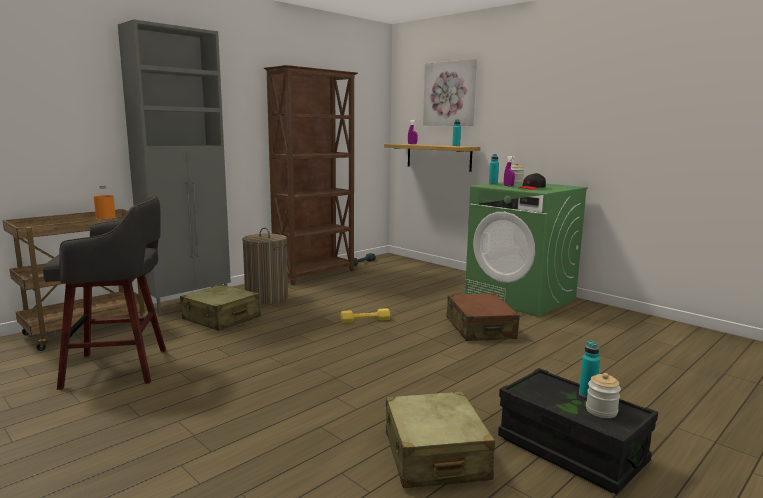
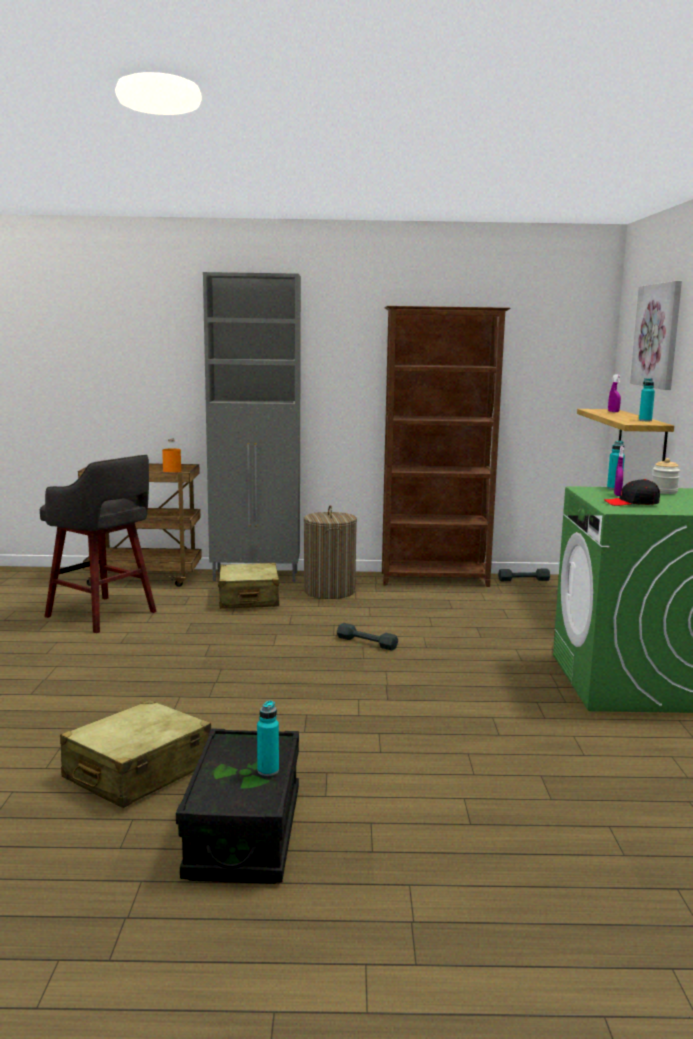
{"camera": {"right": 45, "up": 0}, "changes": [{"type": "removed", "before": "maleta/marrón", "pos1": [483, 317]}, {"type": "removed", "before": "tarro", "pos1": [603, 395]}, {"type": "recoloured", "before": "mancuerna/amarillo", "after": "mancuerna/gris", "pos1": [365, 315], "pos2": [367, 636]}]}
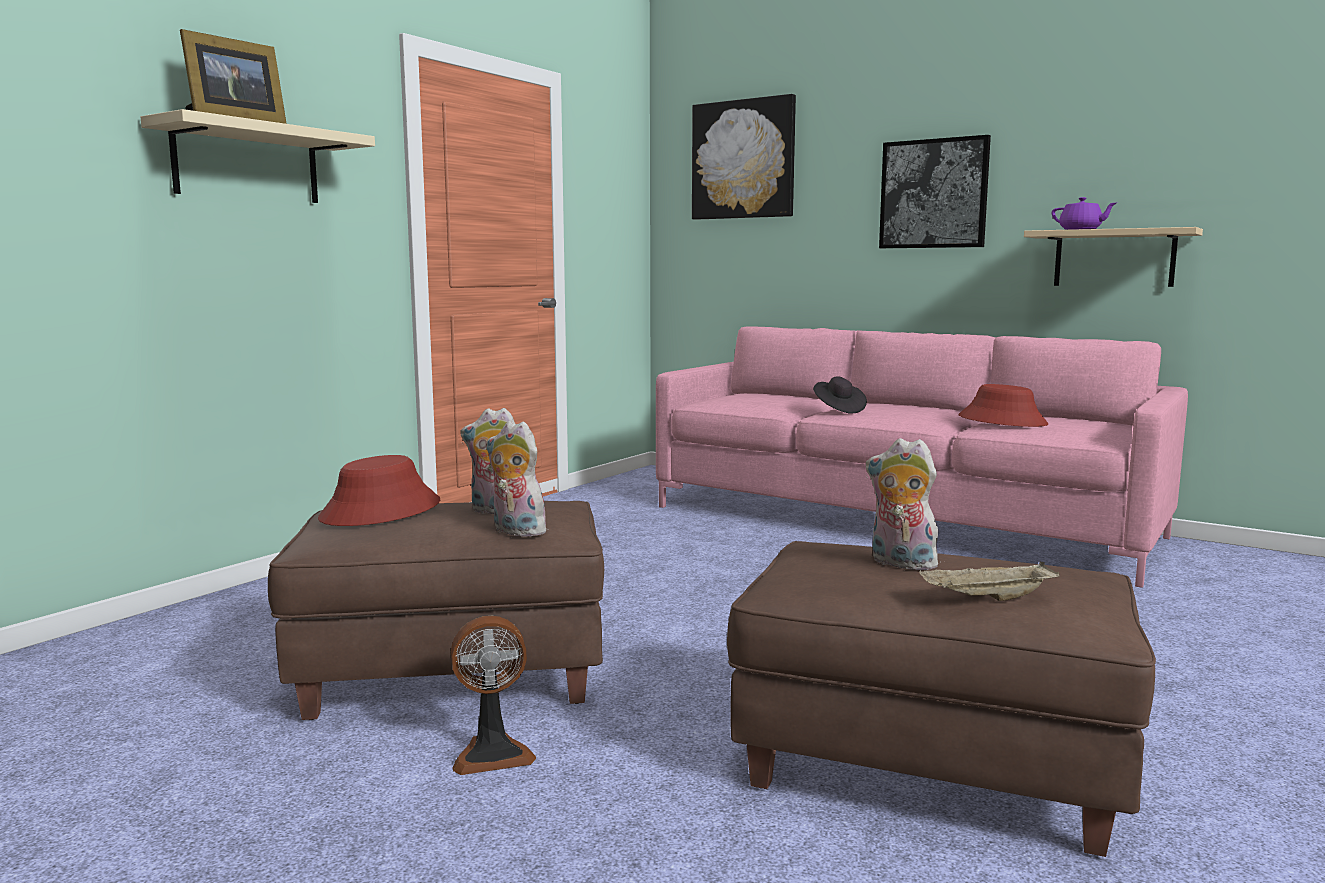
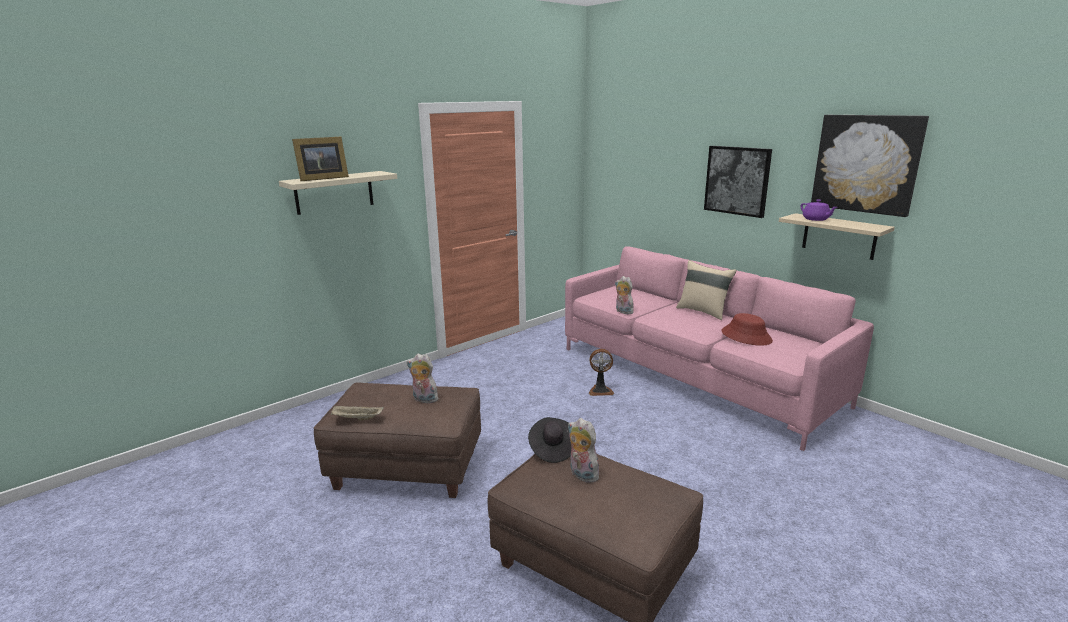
{"camera": {"right": 15, "up": 10}, "changes": [{"type": "removed", "before": "sombrero/rojo", "pos1": [379, 490]}, {"type": "added", "after": "cojín/beis", "pos2": [706, 290]}, {"type": "moved", "before": "ventilador", "pos1": [493, 695], "pos2": [601, 372]}, {"type": "moved", "before": "peluche", "pos1": [519, 479], "pos2": [624, 295]}, {"type": "moved", "before": "cuadro", "pos1": [744, 157], "pos2": [870, 166]}, {"type": "moved", "before": "sombrero/negro", "pos1": [840, 395], "pos2": [549, 440]}, {"type": "moved", "before": "bandeja/beis", "pos1": [989, 581], "pos2": [357, 413]}]}
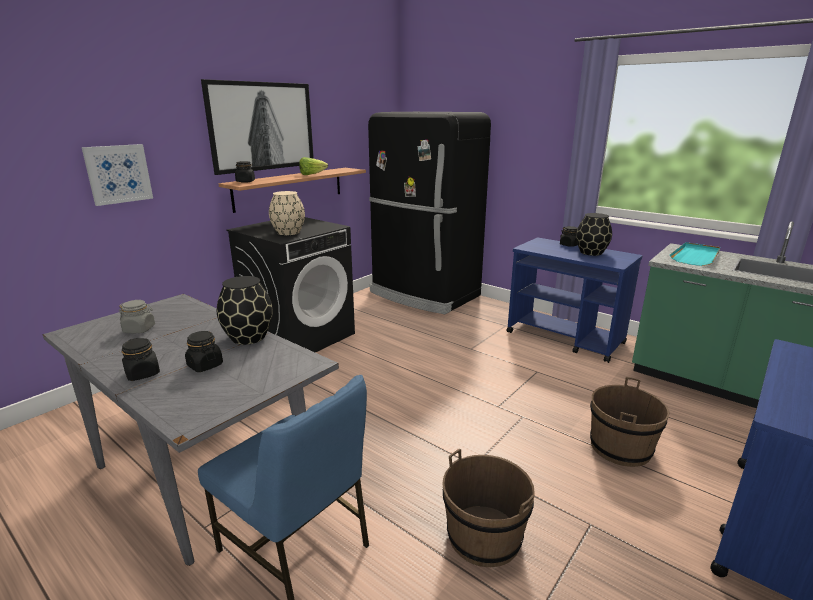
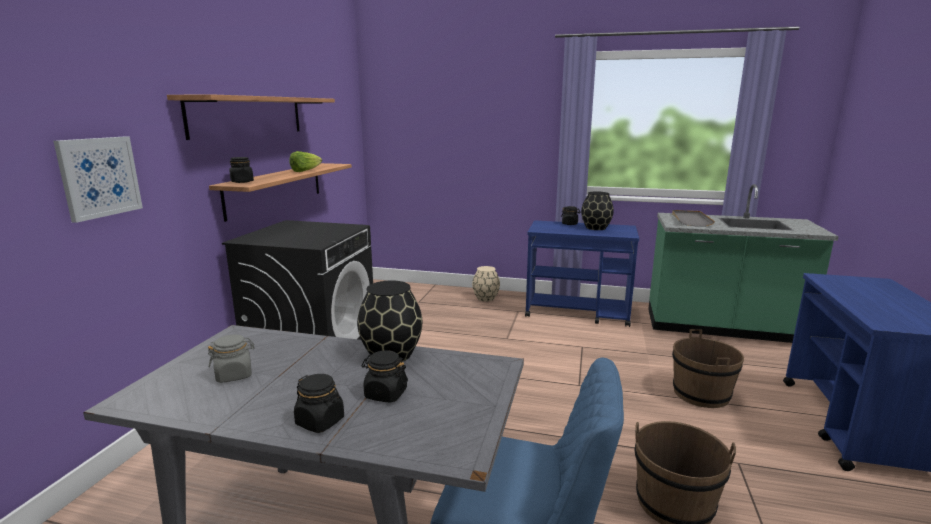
{"camera": {"right": -25, "up": -5}, "changes": [{"type": "removed", "before": "nevera/negro", "pos1": [429, 213]}, {"type": "moved", "before": "florero/beis", "pos1": [287, 213], "pos2": [486, 283]}, {"type": "replaced", "before": "cuadro", "after": "estante", "pos1": [257, 127], "pos2": [251, 117]}, {"type": "recoloured", "before": "bandeja/turquesa", "after": "bandeja/gris", "pos1": [695, 254], "pos2": [693, 218]}]}
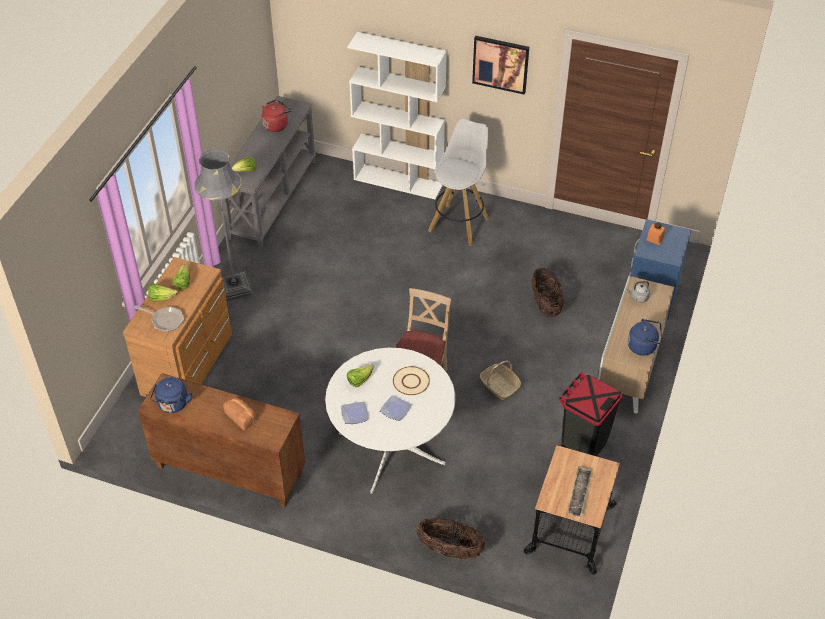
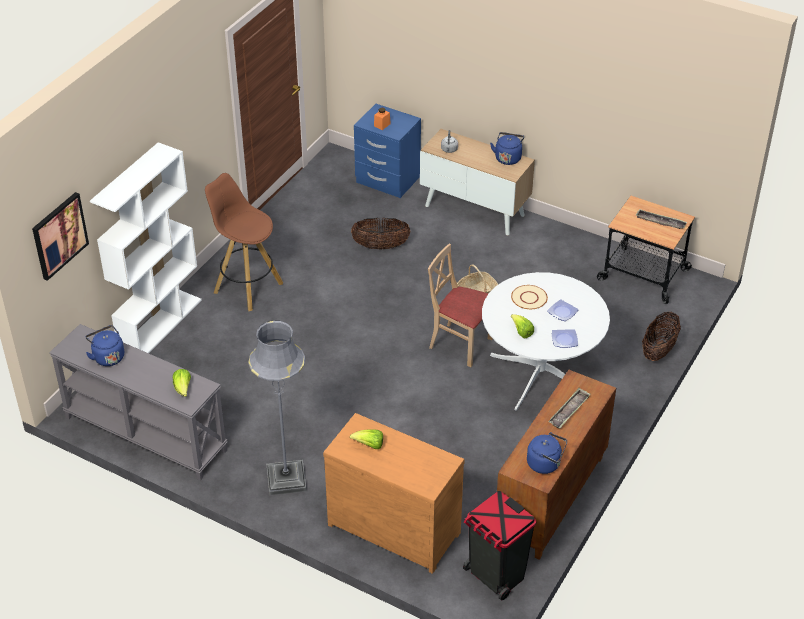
{"camera": {"right": -80, "up": -5}, "changes": [{"type": "removed", "before": "sartén", "pos1": [159, 318]}, {"type": "removed", "before": "lechuga", "pos1": [163, 292]}, {"type": "moved", "before": "cuadro", "pos1": [500, 65], "pos2": [60, 236]}, {"type": "moved", "before": "papelera/negro", "pos1": [590, 414], "pos2": [500, 545]}, {"type": "replaced", "before": "pan", "after": "bandeja", "pos1": [239, 414], "pos2": [569, 408]}, {"type": "recoloured", "before": "hervidor/rojo", "after": "hervidor/azul", "pos1": [277, 116], "pos2": [105, 345]}, {"type": "recoloured", "before": "taburete/blanco", "after": "taburete/marrón", "pos1": [458, 182], "pos2": [244, 242]}]}
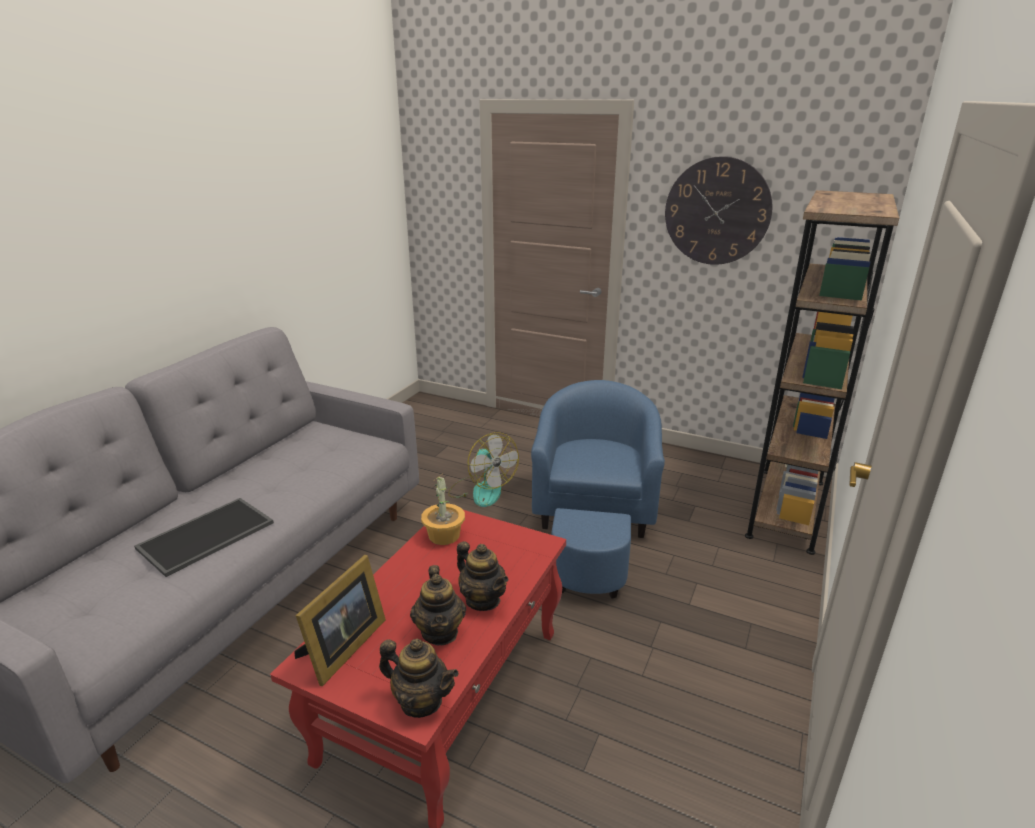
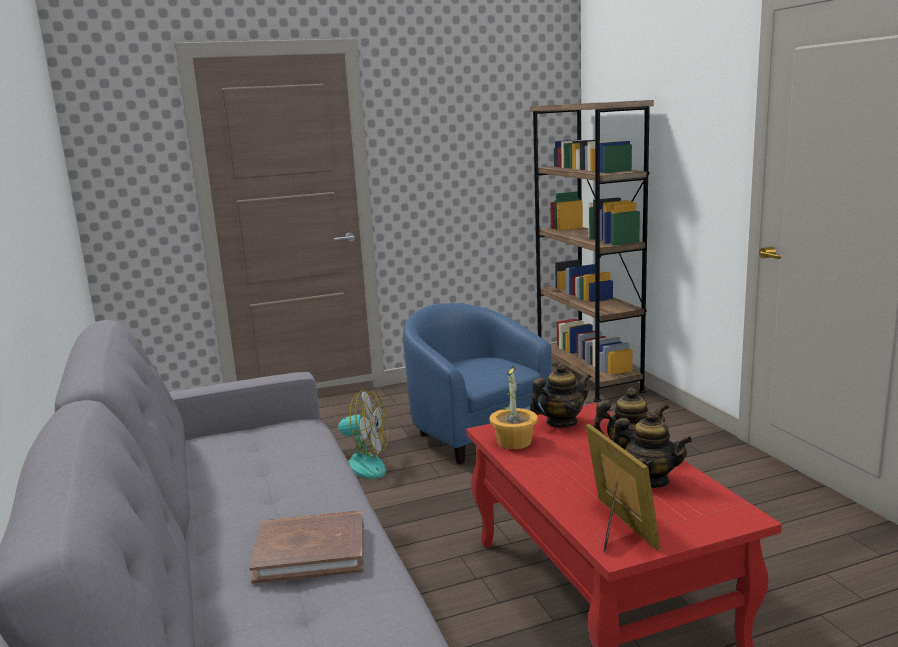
{"camera": {"right": -45, "up": -10}, "changes": [{"type": "removed", "before": "reloj de pared", "pos1": [719, 210]}, {"type": "moved", "before": "tetera", "pos1": [419, 678], "pos2": [560, 395]}, {"type": "replaced", "before": "bandeja", "after": "libro/marrón", "pos1": [204, 537], "pos2": [306, 547]}]}
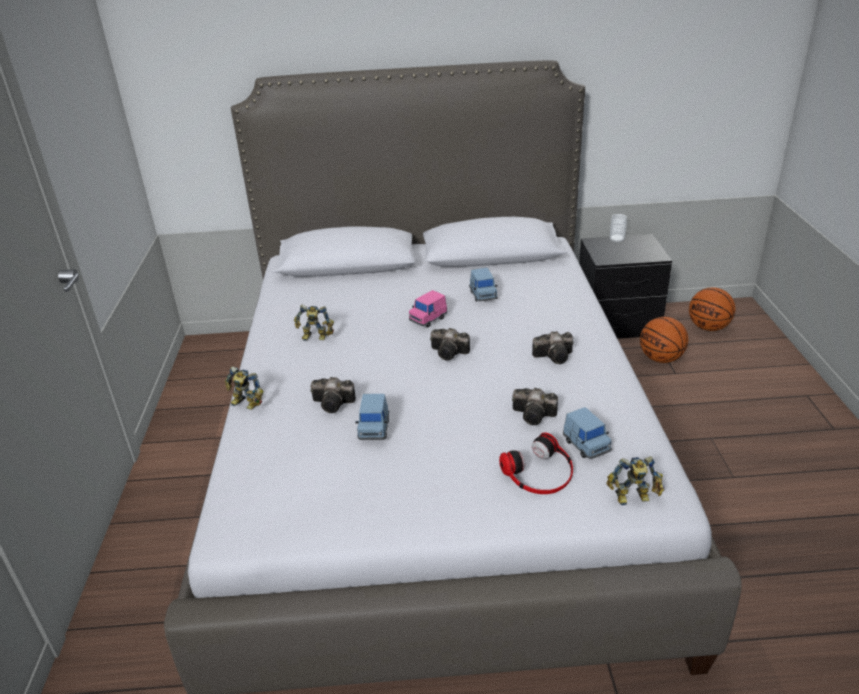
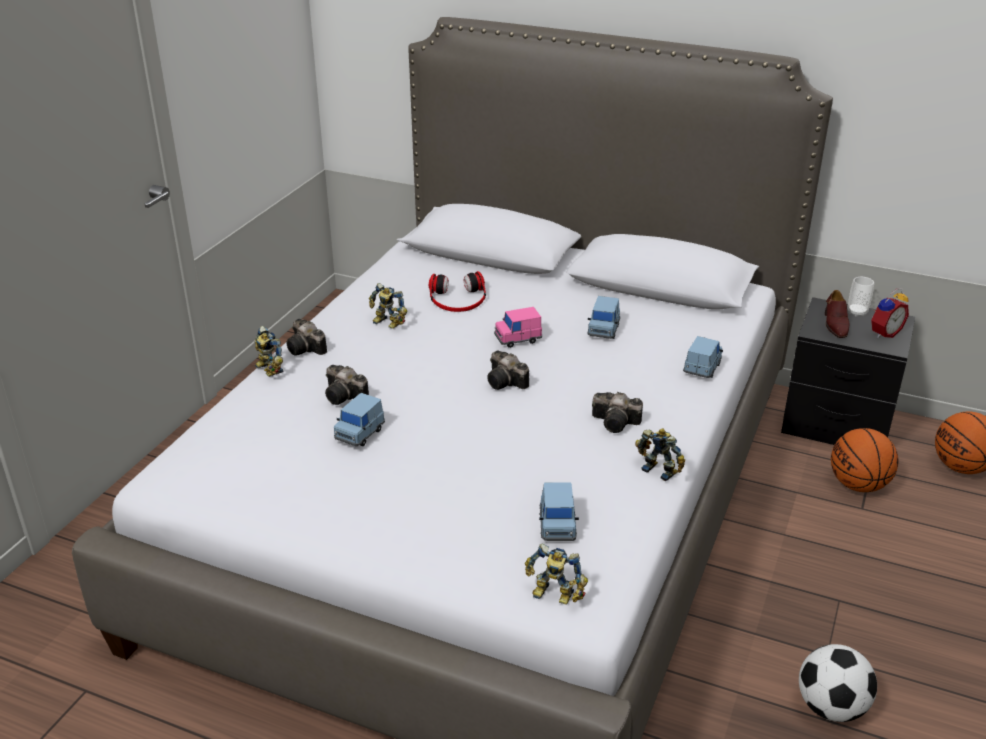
{"camera": {"right": 25, "up": 0}, "changes": [{"type": "added", "after": "robot de juguete", "pos2": [660, 454]}, {"type": "added", "after": "coche de juguete/azul", "pos2": [703, 357]}, {"type": "added", "after": "balón de fútbol", "pos2": [838, 683]}, {"type": "added", "after": "zapato/marrón", "pos2": [837, 314]}, {"type": "added", "after": "despertador", "pos2": [890, 313]}, {"type": "moved", "before": "auriculares", "pos1": [536, 463], "pos2": [457, 291]}, {"type": "moved", "before": "cámara", "pos1": [535, 406], "pos2": [306, 337]}]}
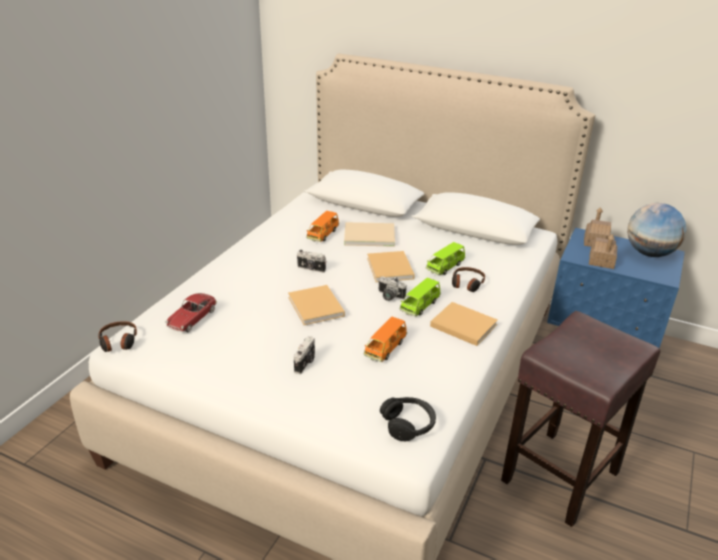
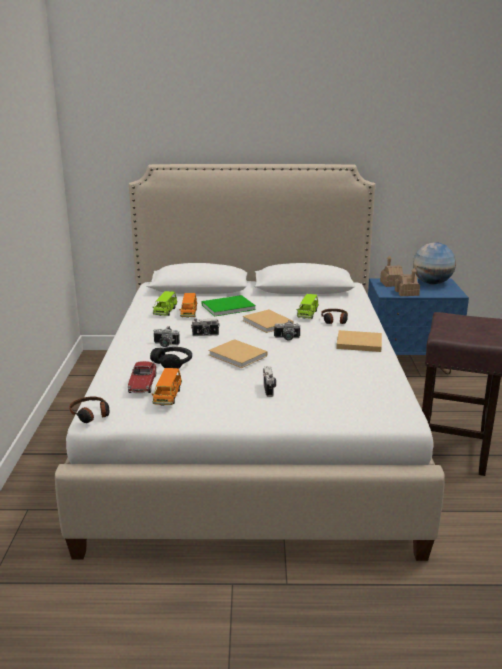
{"camera": {"right": -25, "up": -10}, "changes": [{"type": "added", "after": "cámara", "pos2": [166, 336]}, {"type": "moved", "before": "coche de juguete/naranja", "pos1": [385, 339], "pos2": [167, 387]}, {"type": "moved", "before": "auriculares/negro", "pos1": [408, 419], "pos2": [171, 358]}, {"type": "moved", "before": "coche de juguete/verde", "pos1": [420, 297], "pos2": [165, 303]}, {"type": "recoloured", "before": "libro/beis", "after": "libro/verde", "pos1": [369, 234], "pos2": [228, 306]}]}
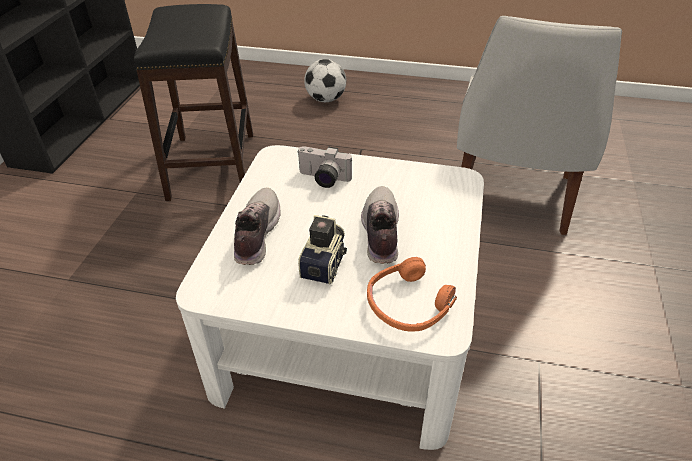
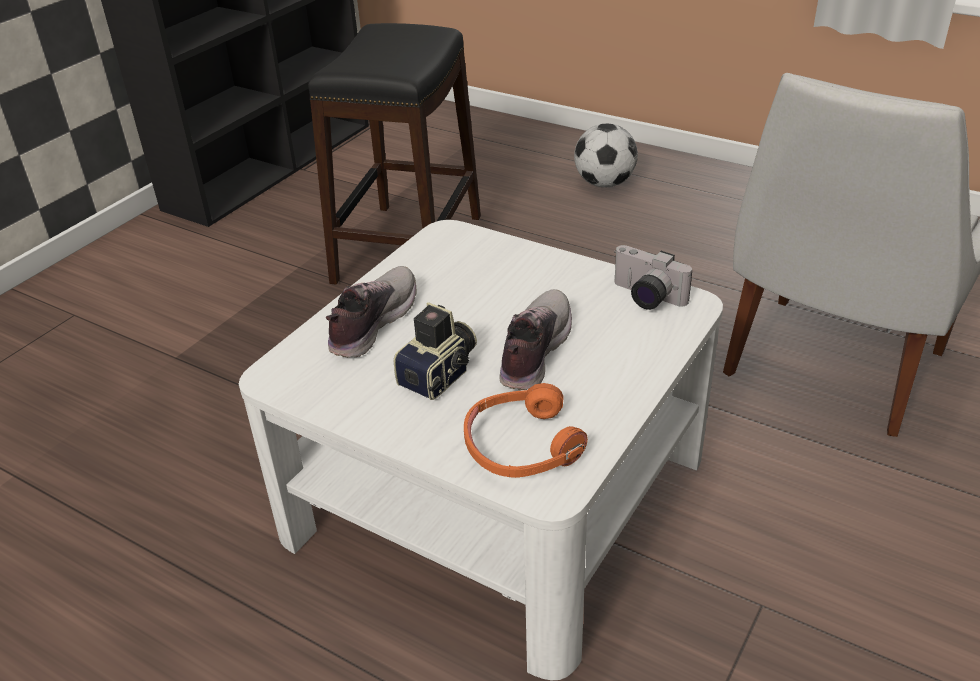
{"camera": {"right": 20, "up": -5}, "changes": [{"type": "moved", "before": "cámara", "pos1": [324, 167], "pos2": [653, 277]}]}
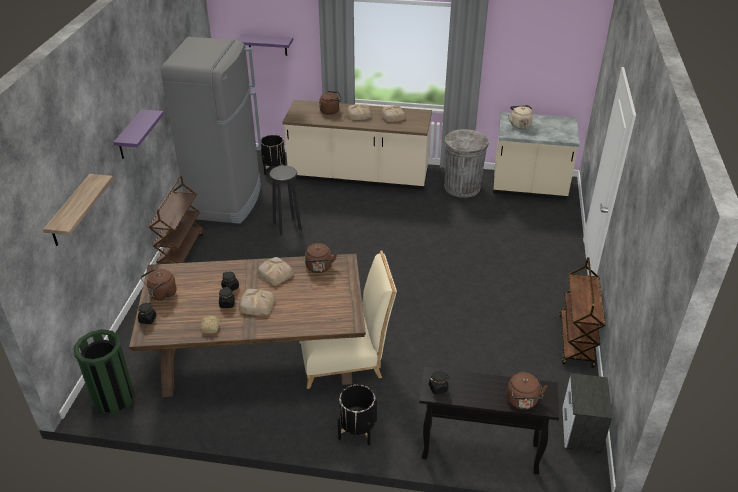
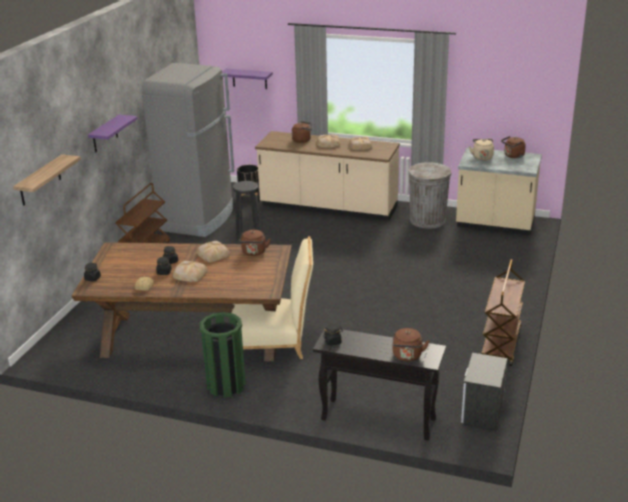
{"camera": {"right": 10, "up": -10}, "changes": [{"type": "removed", "before": "maceta/negro", "pos1": [357, 415]}, {"type": "moved", "before": "papelera/verde", "pos1": [104, 372], "pos2": [223, 355]}, {"type": "moved", "before": "hervidor/marrón", "pos1": [159, 285], "pos2": [513, 147]}]}
